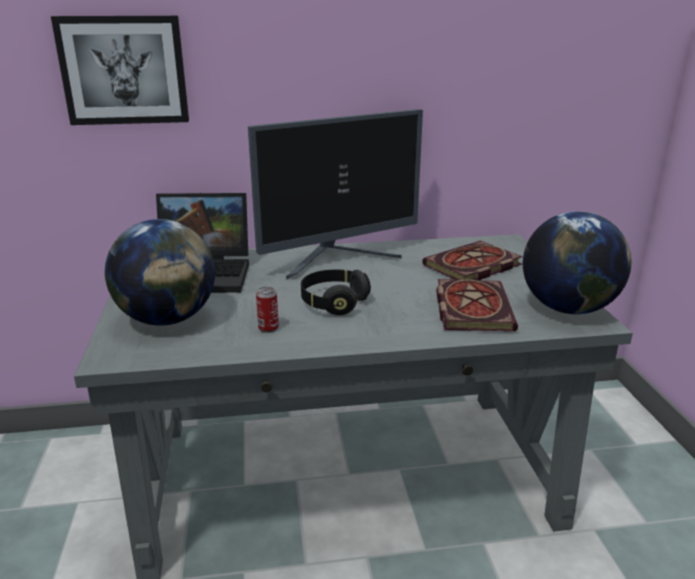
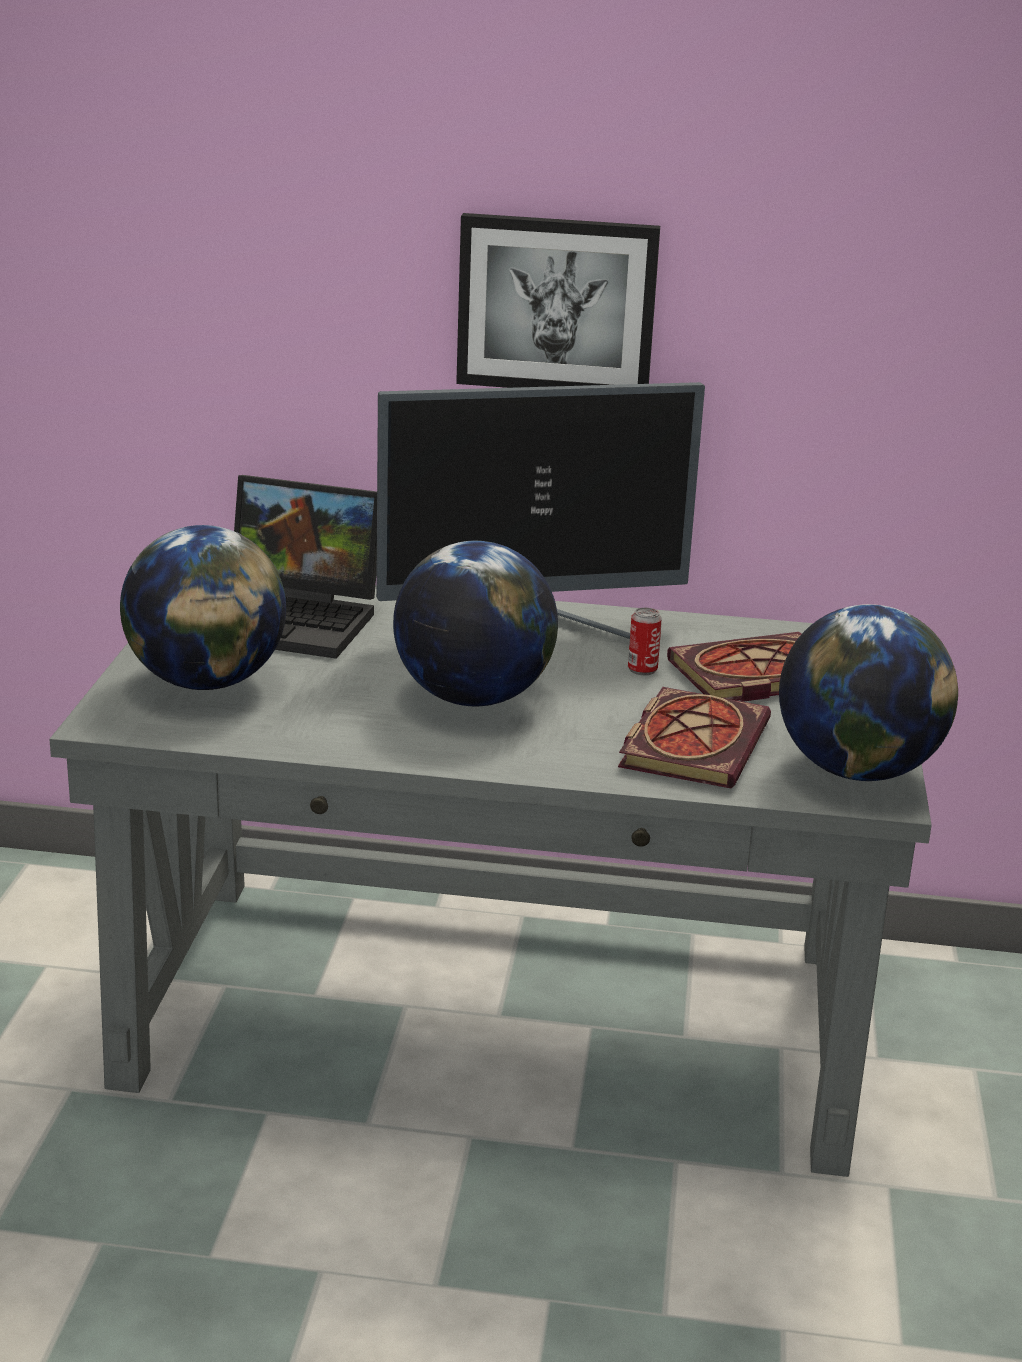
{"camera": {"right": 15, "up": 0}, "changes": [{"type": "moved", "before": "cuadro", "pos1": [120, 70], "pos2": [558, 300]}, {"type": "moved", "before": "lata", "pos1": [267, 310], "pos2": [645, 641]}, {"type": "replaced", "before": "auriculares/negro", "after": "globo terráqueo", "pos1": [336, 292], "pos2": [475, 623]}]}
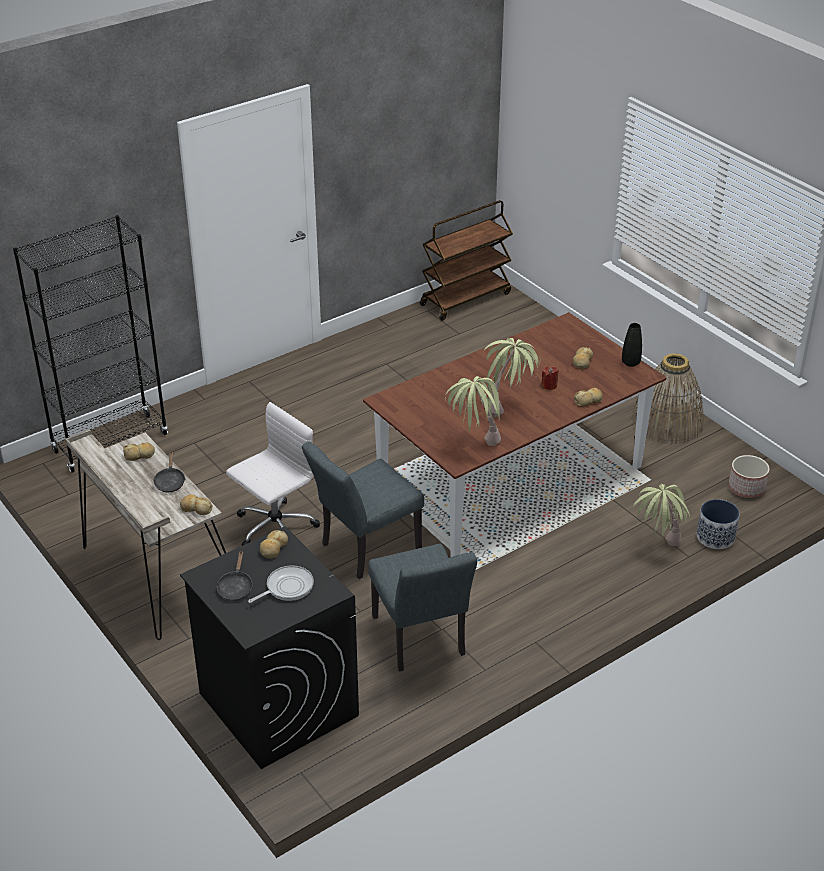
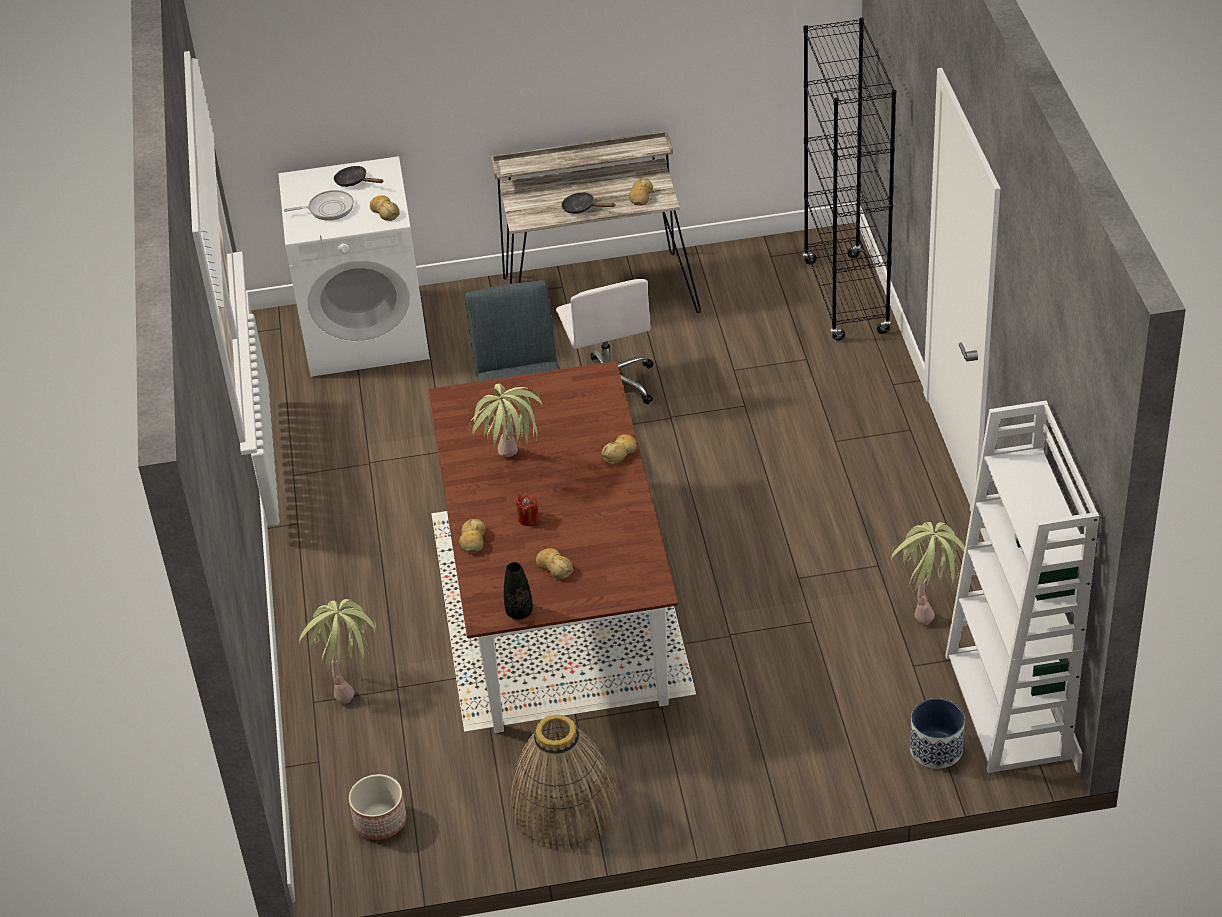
{"camera": {"right": 120, "up": 5}, "changes": [{"type": "removed", "before": "silla/gris", "pos1": [422, 607]}, {"type": "moved", "before": "pan", "pos1": [196, 504], "pos2": [619, 449]}, {"type": "moved", "before": "planta en maceta", "pos1": [474, 411], "pos2": [928, 573]}, {"type": "moved", "before": "maceta", "pos1": [718, 524], "pos2": [937, 733]}, {"type": "replaced", "before": "carrito/marrón", "after": "estantería/blanco", "pos1": [466, 260], "pos2": [1022, 587]}, {"type": "recoloured", "before": "lavadora/negro", "after": "lavadora/blanco", "pos1": [269, 647], "pos2": [354, 266]}, {"type": "turned", "before": "sartén", "pos1": [281, 584], "pos2": [319, 205], "turn": -90}]}
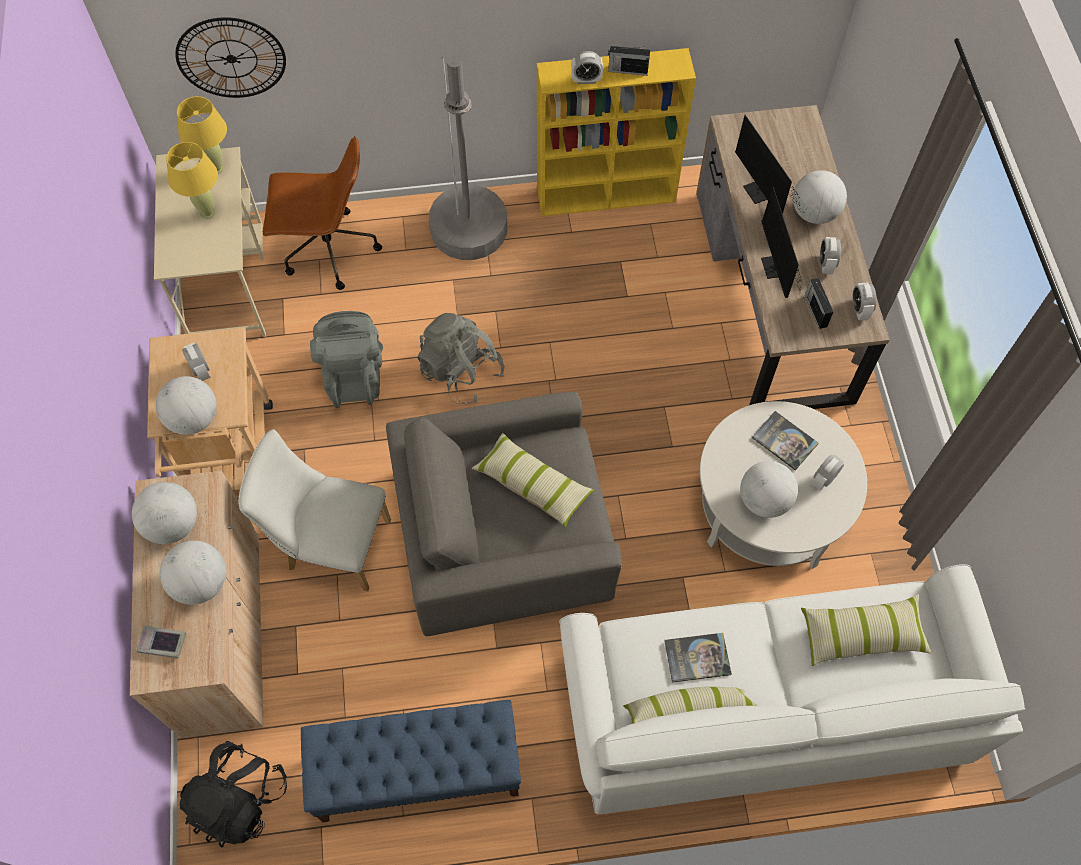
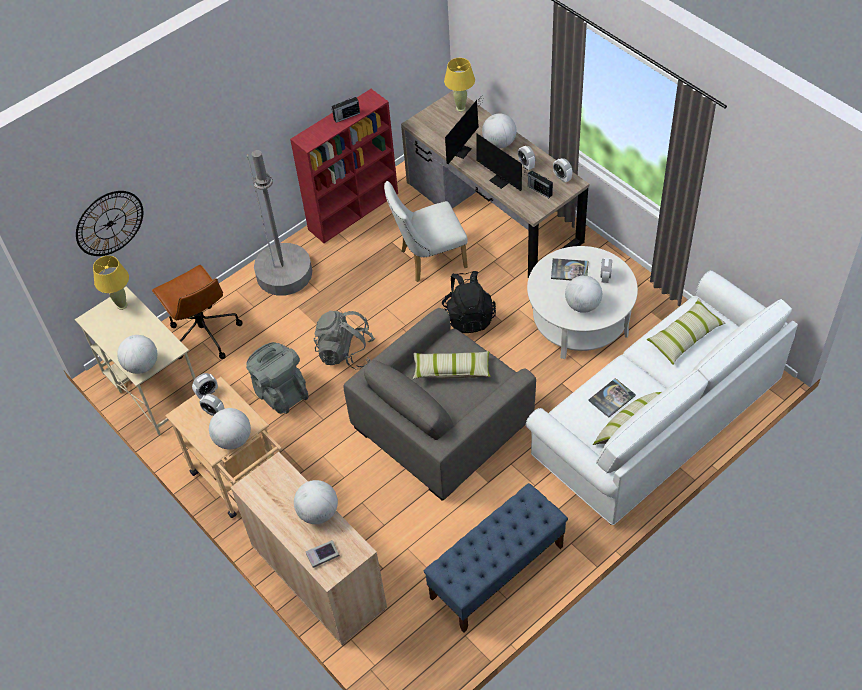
{"camera": {"right": -30, "up": -10}, "changes": [{"type": "moved", "before": "globo terráqueo", "pos1": [164, 513], "pos2": [137, 354]}, {"type": "moved", "before": "lámpara de mesa/amarillo", "pos1": [192, 180], "pos2": [459, 85]}, {"type": "moved", "before": "mochila/negro", "pos1": [233, 794], "pos2": [469, 302]}, {"type": "moved", "before": "silla/blanco", "pos1": [314, 510], "pos2": [426, 231]}, {"type": "moved", "before": "despertador", "pos1": [587, 67], "pos2": [205, 386]}, {"type": "recoloured", "before": "estantería/amarillo", "after": "estantería/rojo", "pos1": [616, 132], "pos2": [344, 166]}, {"type": "turned", "before": "silla de oficina/marrón", "pos1": [322, 213], "pos2": [197, 312], "turn": 90}, {"type": "turned", "before": "monitor", "pos1": [769, 164], "pos2": [466, 129], "turn": -90}]}
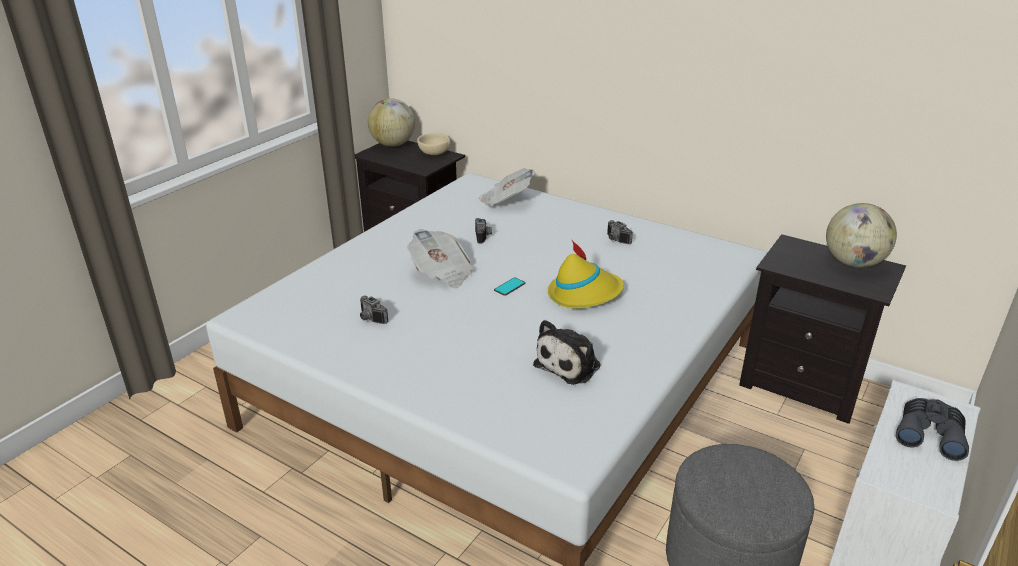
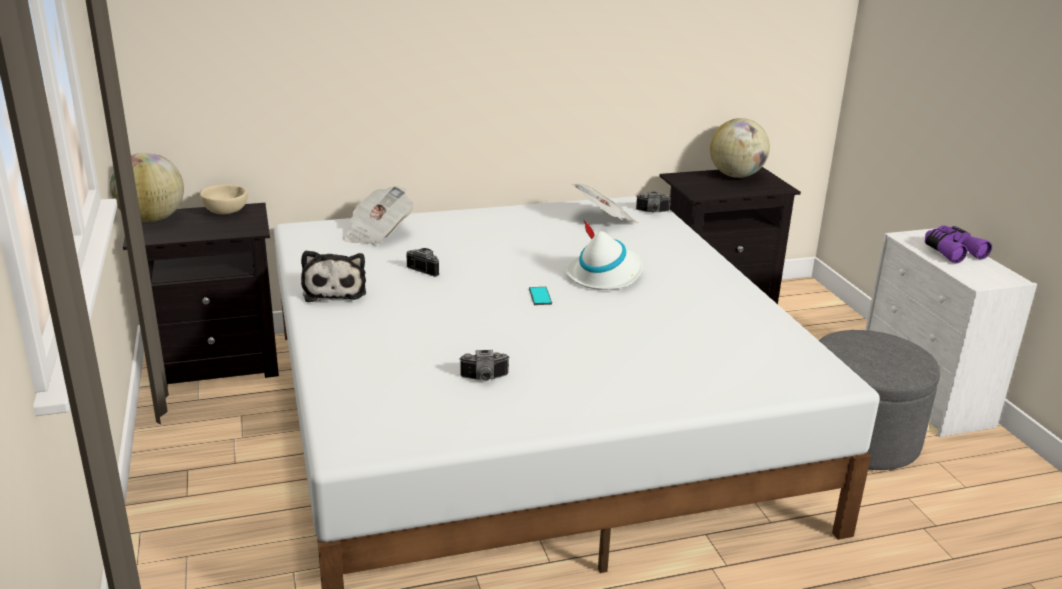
{"camera": {"right": -50, "up": -5}, "changes": [{"type": "moved", "before": "periódico", "pos1": [440, 258], "pos2": [605, 203]}, {"type": "moved", "before": "peluche", "pos1": [567, 352], "pos2": [333, 276]}, {"type": "moved", "before": "cámara", "pos1": [620, 232], "pos2": [653, 202]}, {"type": "recoloured", "before": "sombrero/amarillo", "after": "sombrero/blanco", "pos1": [586, 274], "pos2": [604, 254]}, {"type": "recoloured", "before": "prismáticos/gris", "after": "prismáticos/morado", "pos1": [932, 429], "pos2": [958, 244]}]}
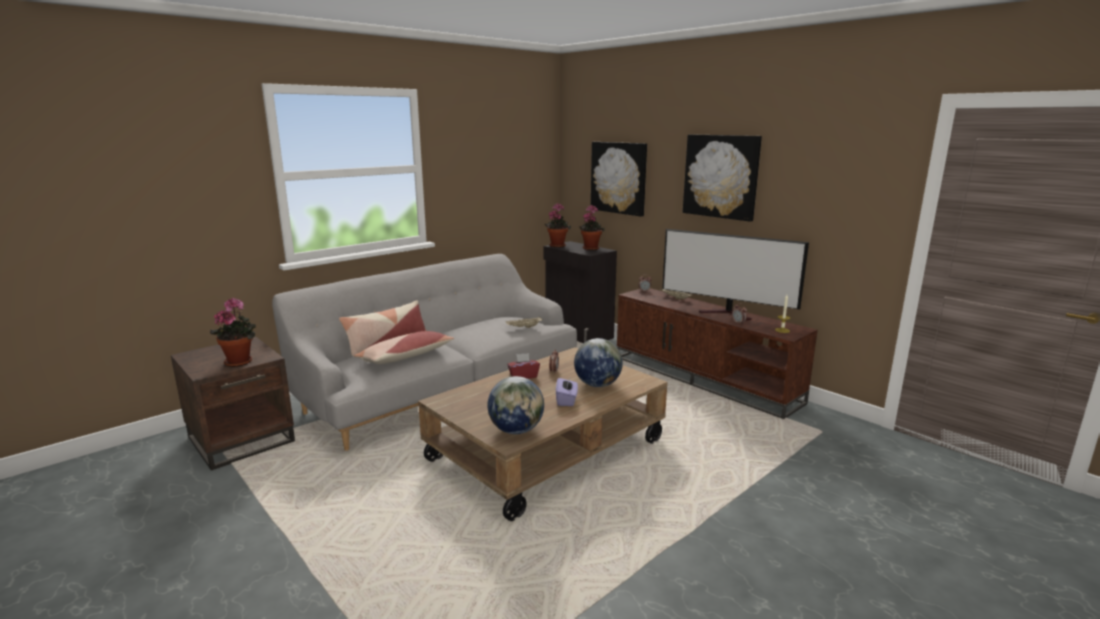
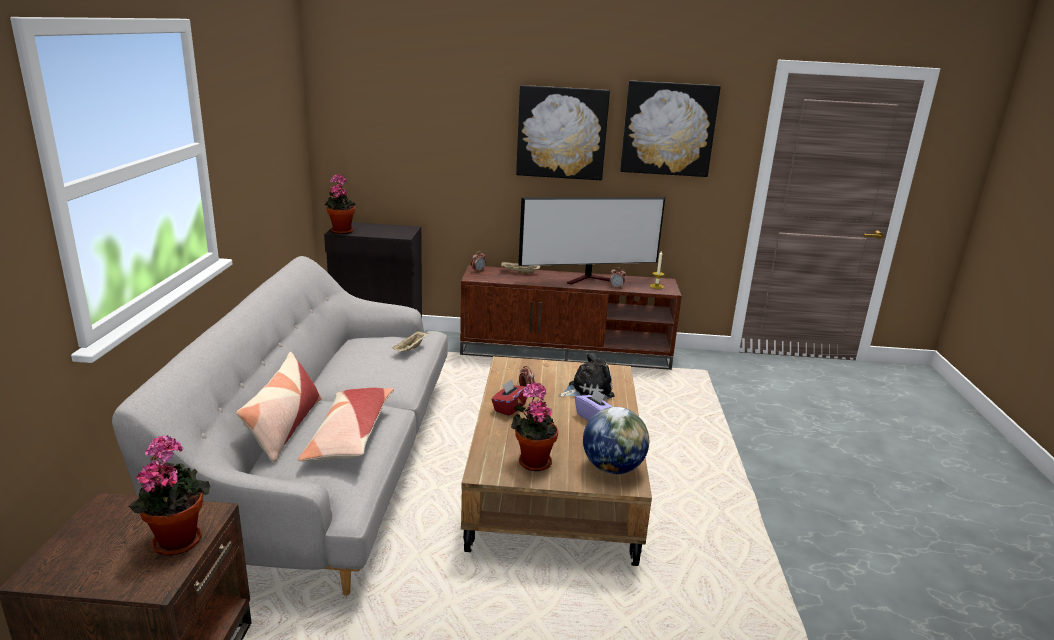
{"camera": {"right": -45, "up": 5}, "changes": [{"type": "moved", "before": "planta en maceta", "pos1": [592, 227], "pos2": [534, 427]}, {"type": "moved", "before": "cuadro", "pos1": [619, 179], "pos2": [670, 129]}, {"type": "replaced", "before": "globo terráqueo", "after": "peluche", "pos1": [598, 362], "pos2": [586, 376]}]}
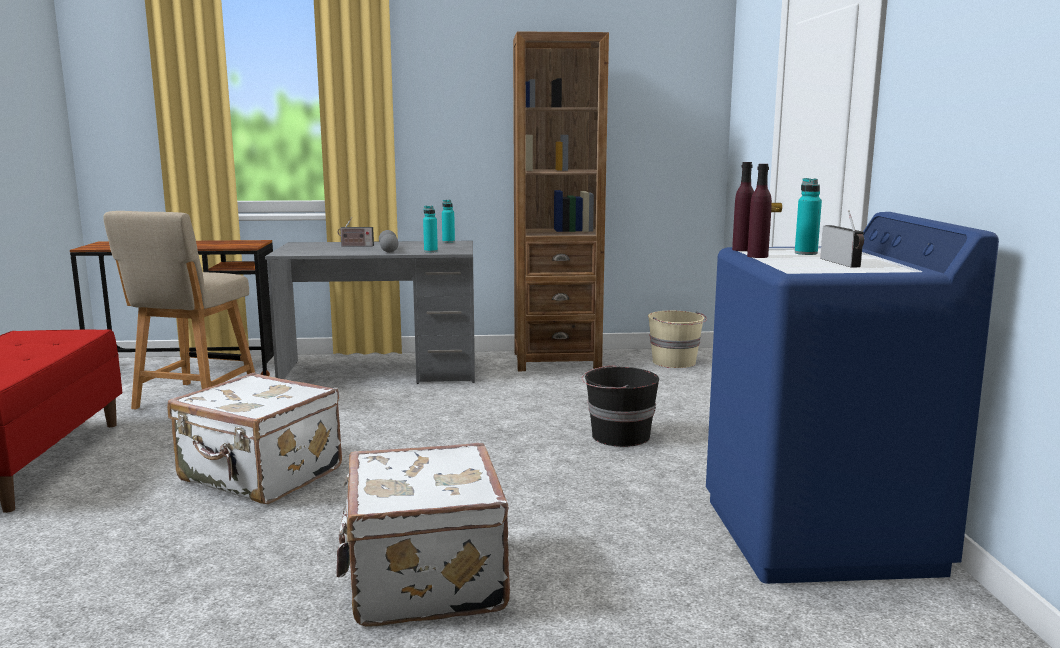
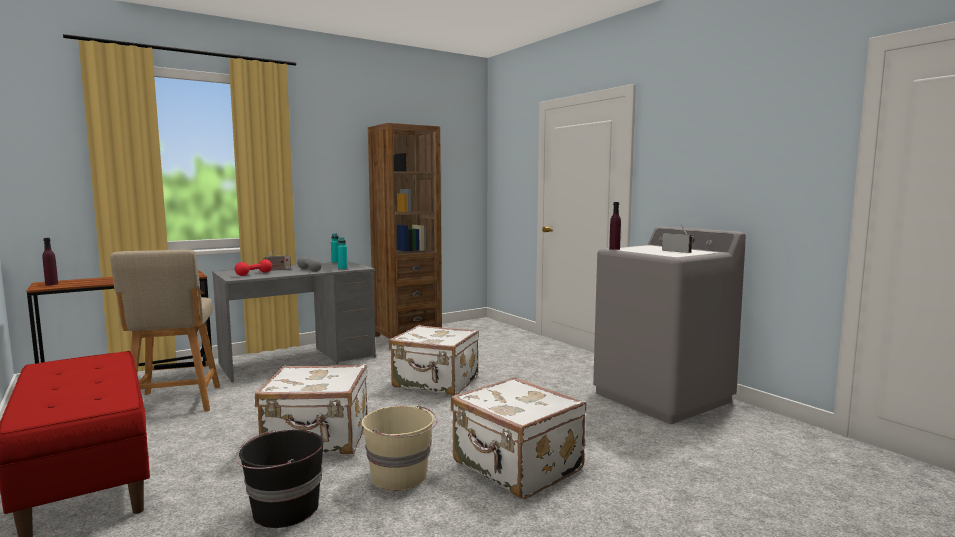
{"camera": {"right": -30, "up": -5}, "changes": [{"type": "removed", "before": "botella/turquesa", "pos1": [808, 216]}, {"type": "added", "after": "mancuerna/rojo", "pos2": [253, 267]}, {"type": "added", "after": "maleta/blanco", "pos2": [434, 360]}, {"type": "moved", "before": "cubo/negro", "pos1": [620, 405], "pos2": [279, 478]}, {"type": "moved", "before": "cubo/beis", "pos1": [677, 339], "pos2": [399, 448]}, {"type": "moved", "before": "botella/morado", "pos1": [759, 211], "pos2": [50, 261]}, {"type": "recoloured", "before": "lavadora/azul", "after": "lavadora/gris", "pos1": [852, 398], "pos2": [669, 325]}]}
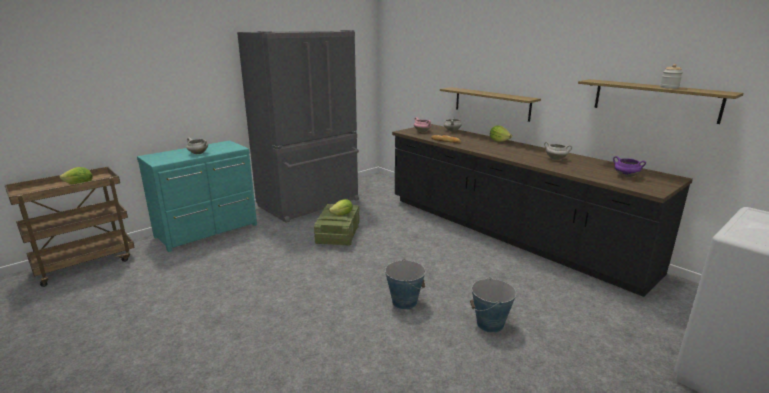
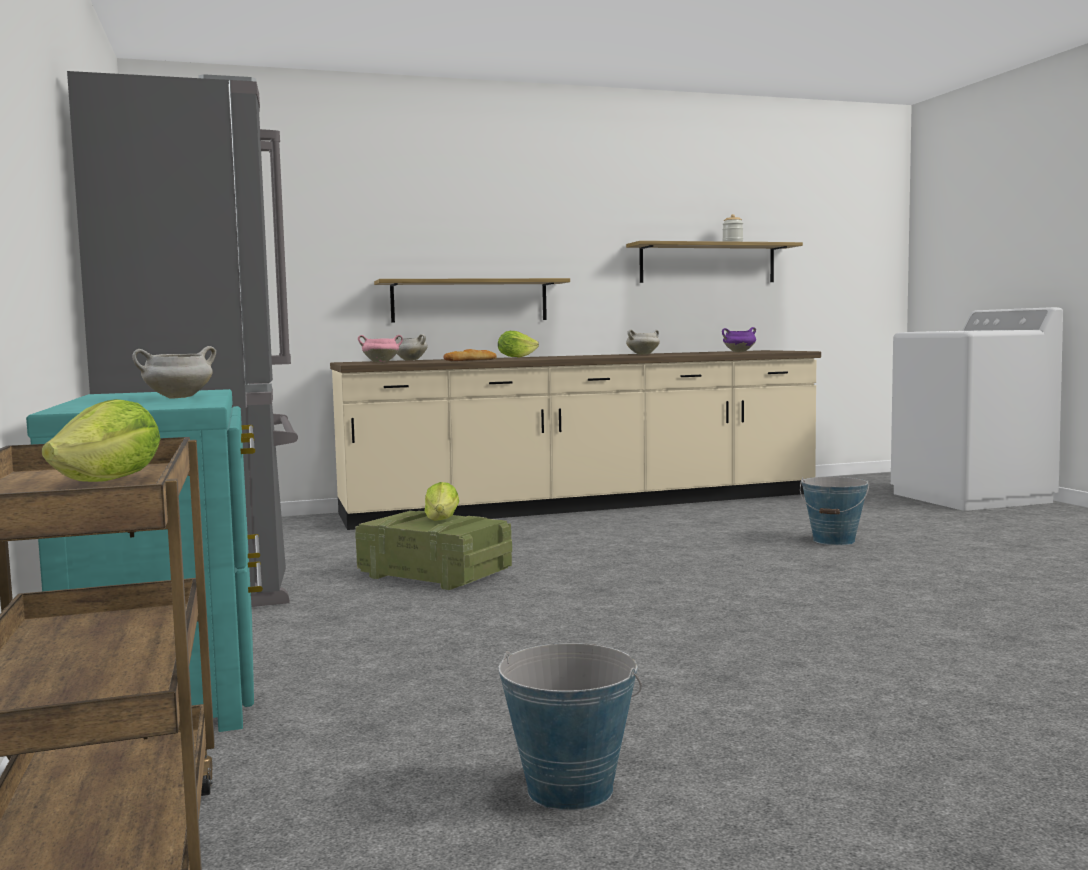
{"camera": {"right": -65, "up": -15}, "changes": [{"type": "moved", "before": "cubo", "pos1": [405, 284], "pos2": [570, 727]}, {"type": "recoloured", "before": "mueble bajo de cocina/negro", "after": "mueble bajo de cocina/beis", "pos1": [542, 210], "pos2": [575, 440]}]}
